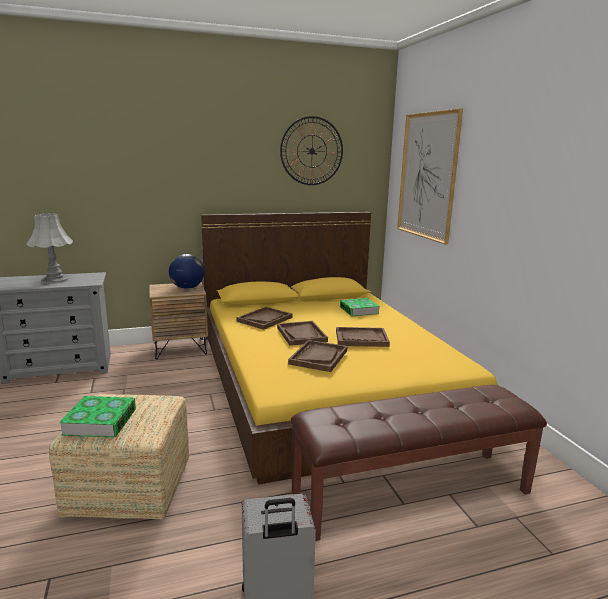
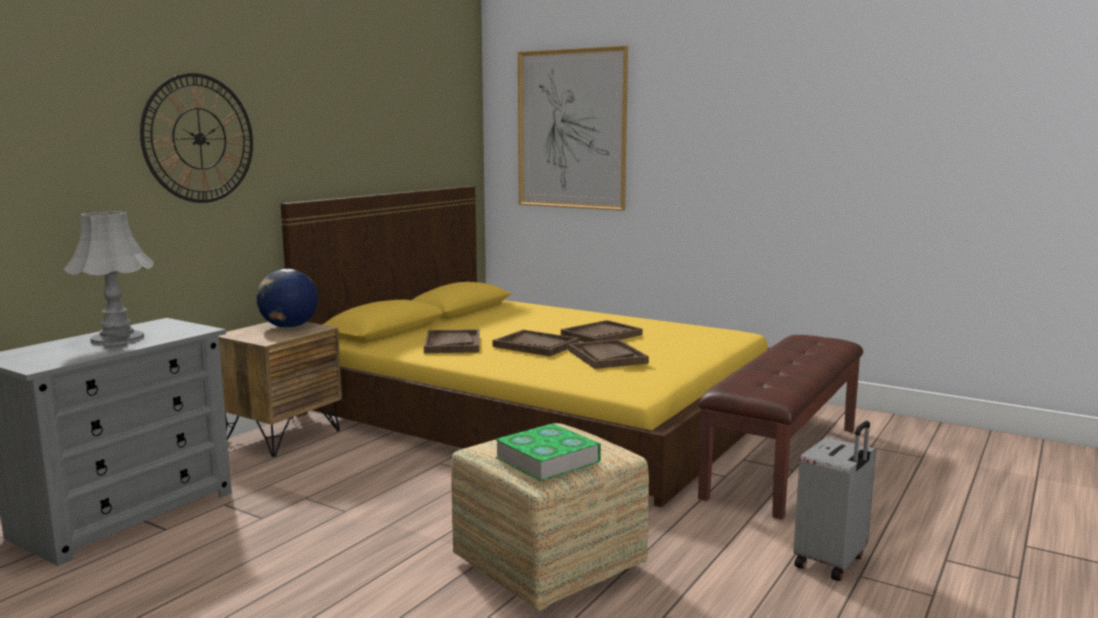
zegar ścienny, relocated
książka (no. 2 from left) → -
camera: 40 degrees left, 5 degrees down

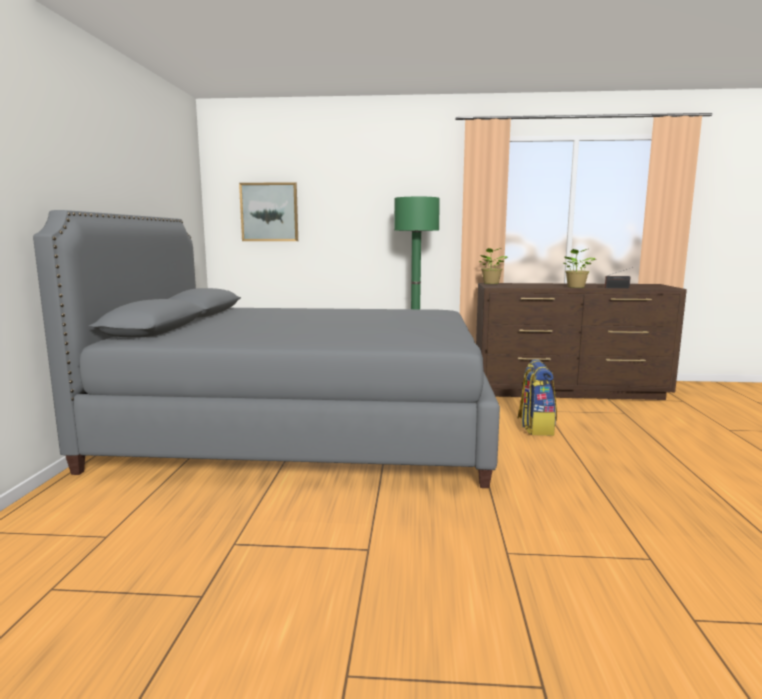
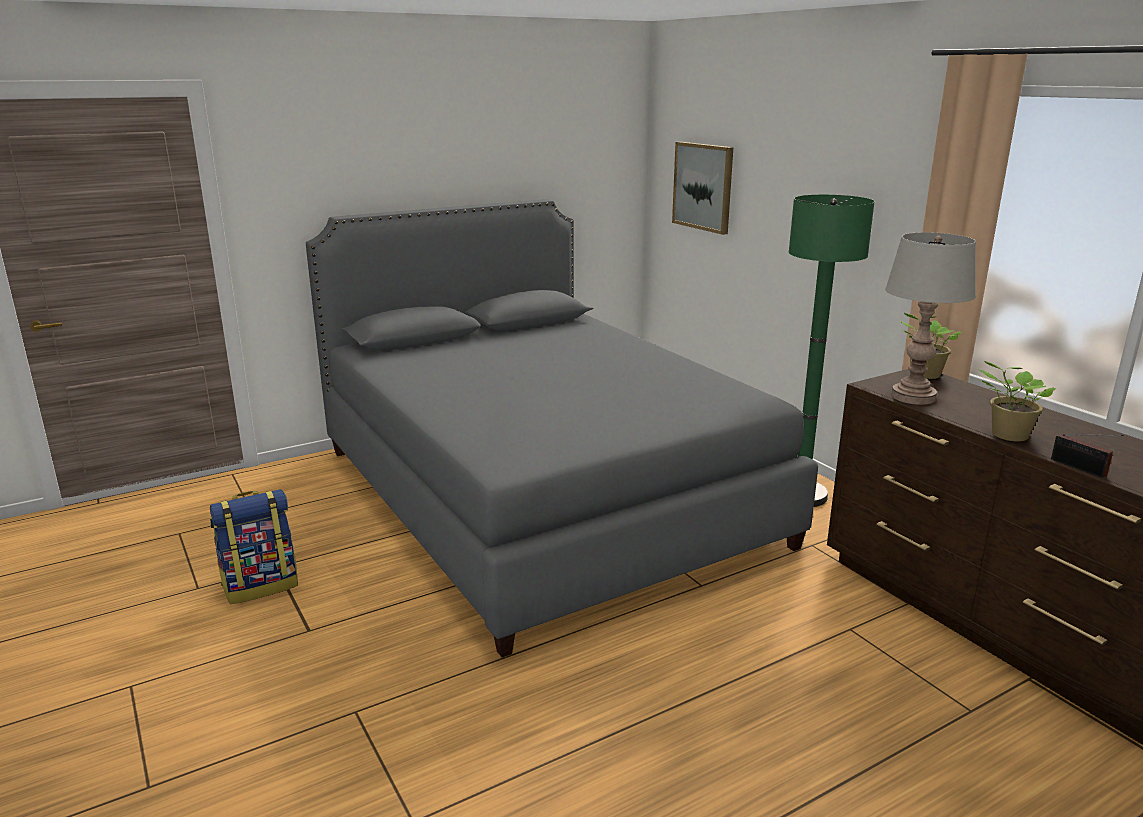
plecak, relocated
- → lampa stołowa (szary)
camera: 55 degrees right, 10 degrees up

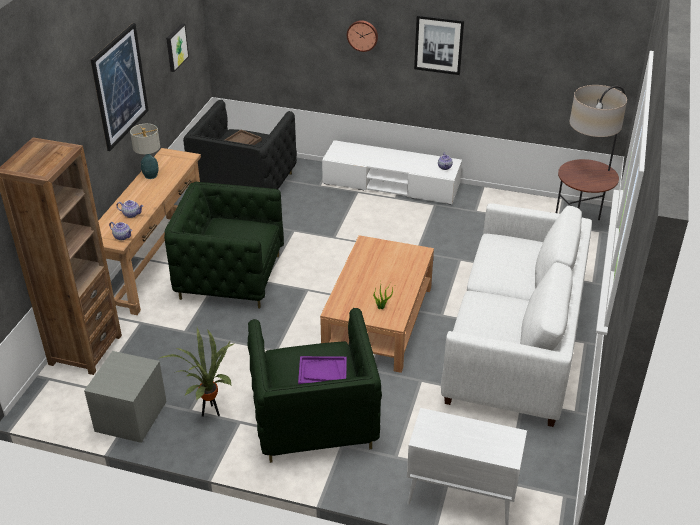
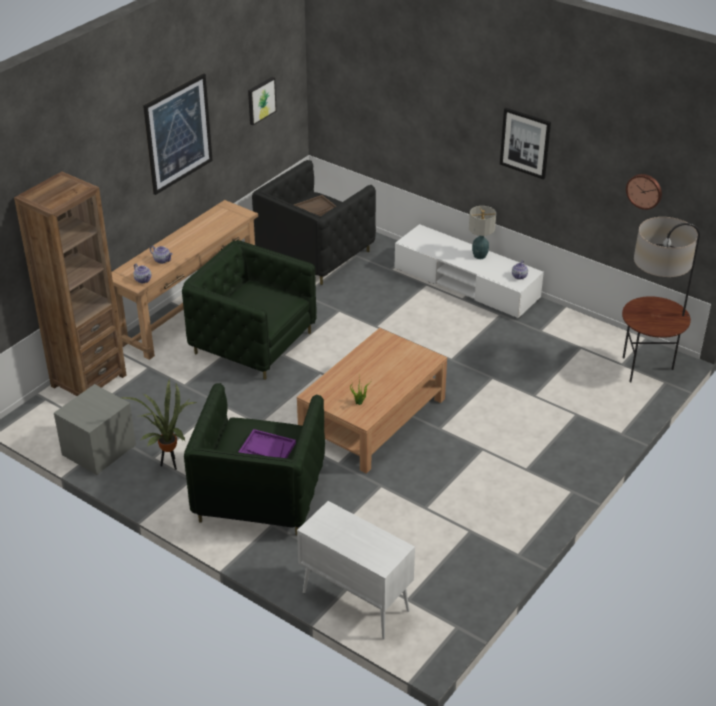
lampa stołowa, relocated
zegar ścienny, relocated
kanapa (biały) → -
camera: 20 degrees right, 0 degrees up

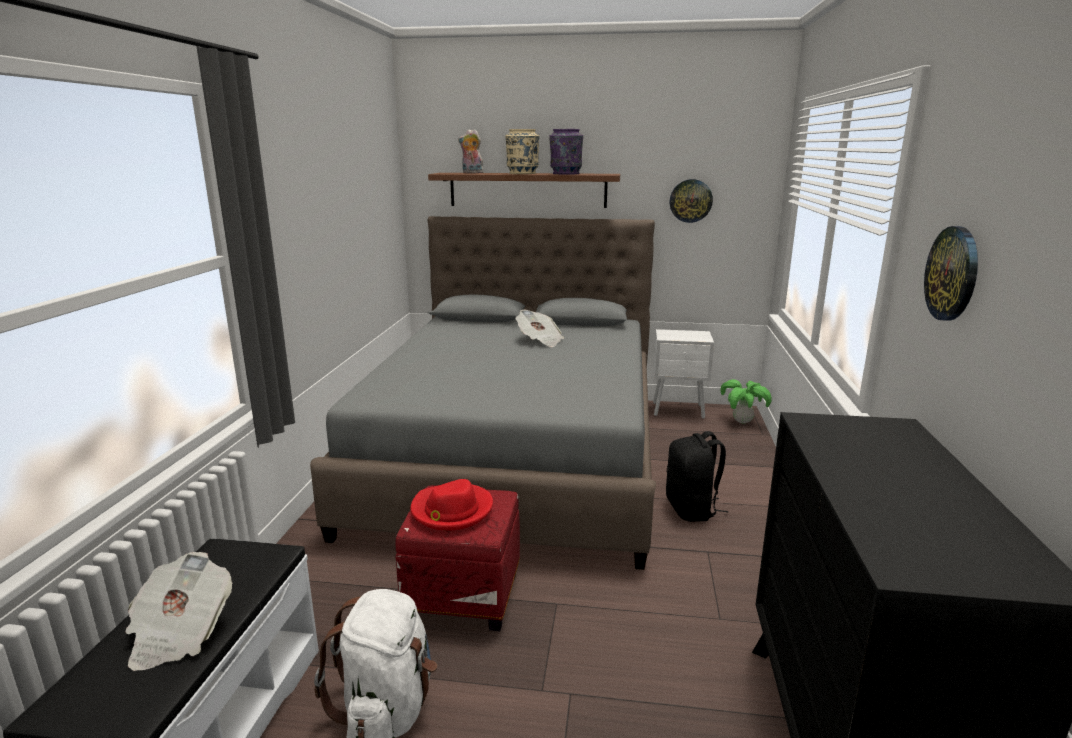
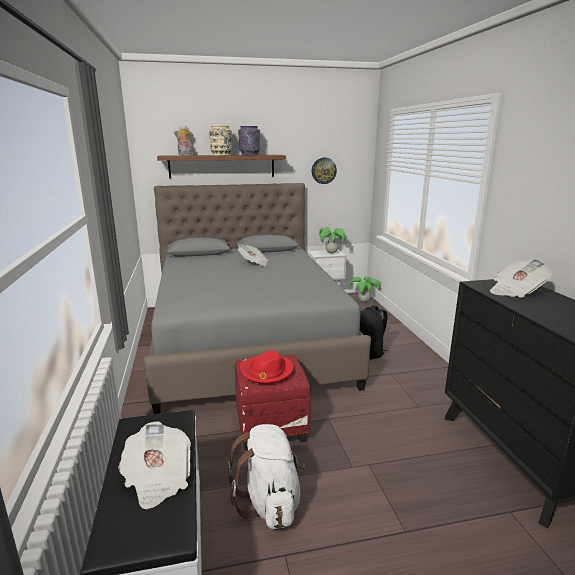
zegar ścienny (no. 2 from left) → -
- → roślina doniczkowa (no. 1 from left)
- → gazeta (no. 3 from left)
camera: 20 degrees left, 0 degrees up

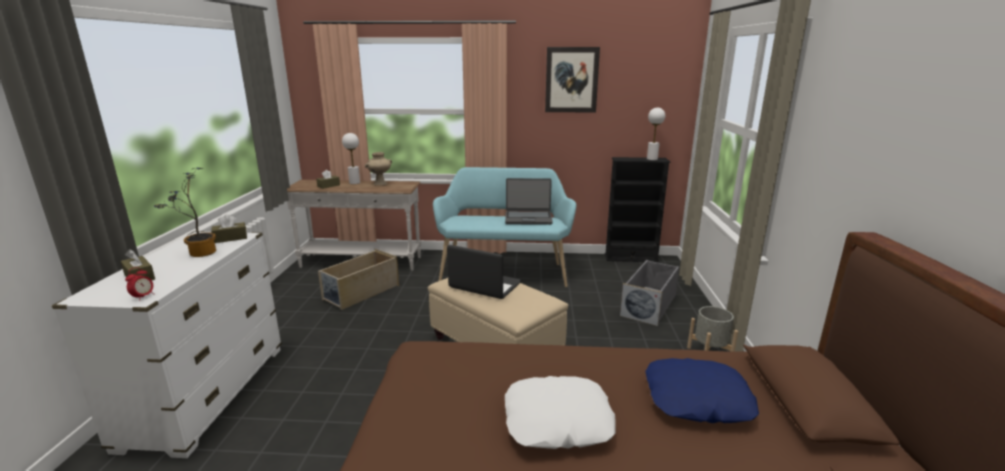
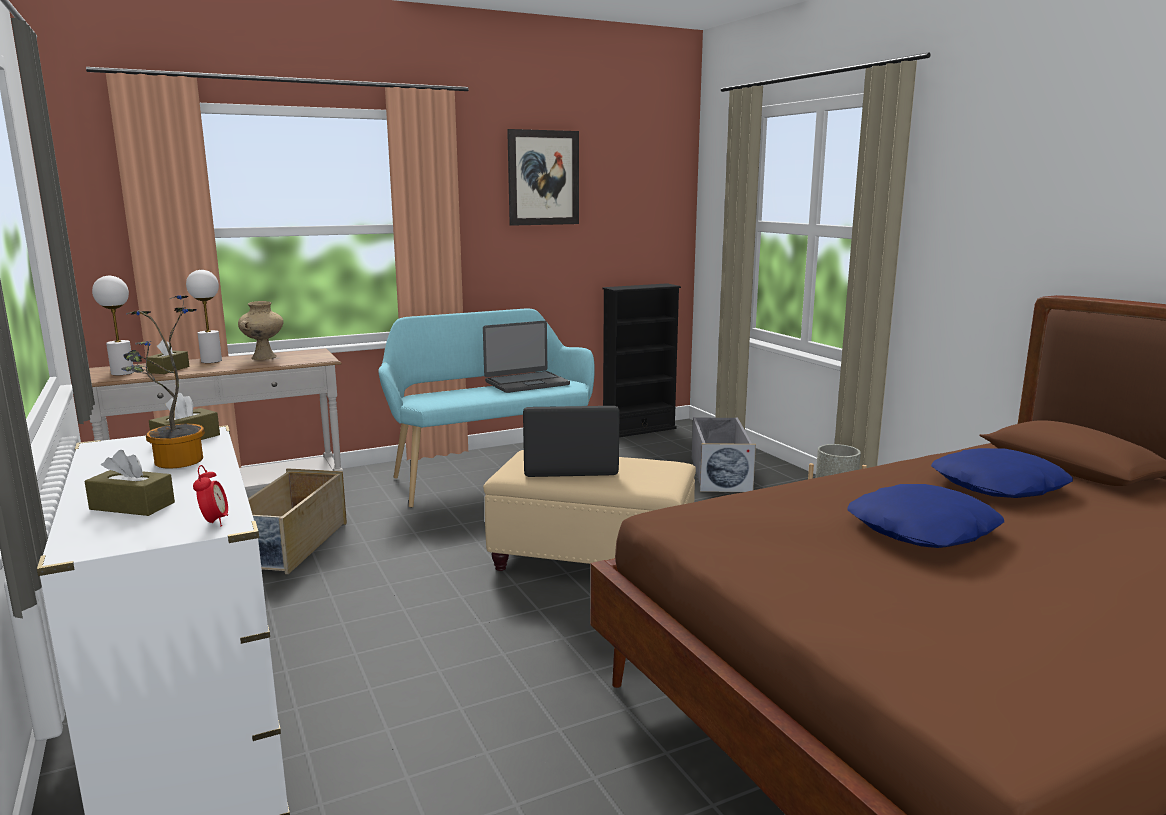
poduszka (biały) → poduszka (niebieski) (no. 1 from left)
lampa stołowa (biały) (no. 2 from left in the first image) → lampa stołowa (biały) (no. 1 from left), relocated
camera: 30 degrees left, 5 degrees down

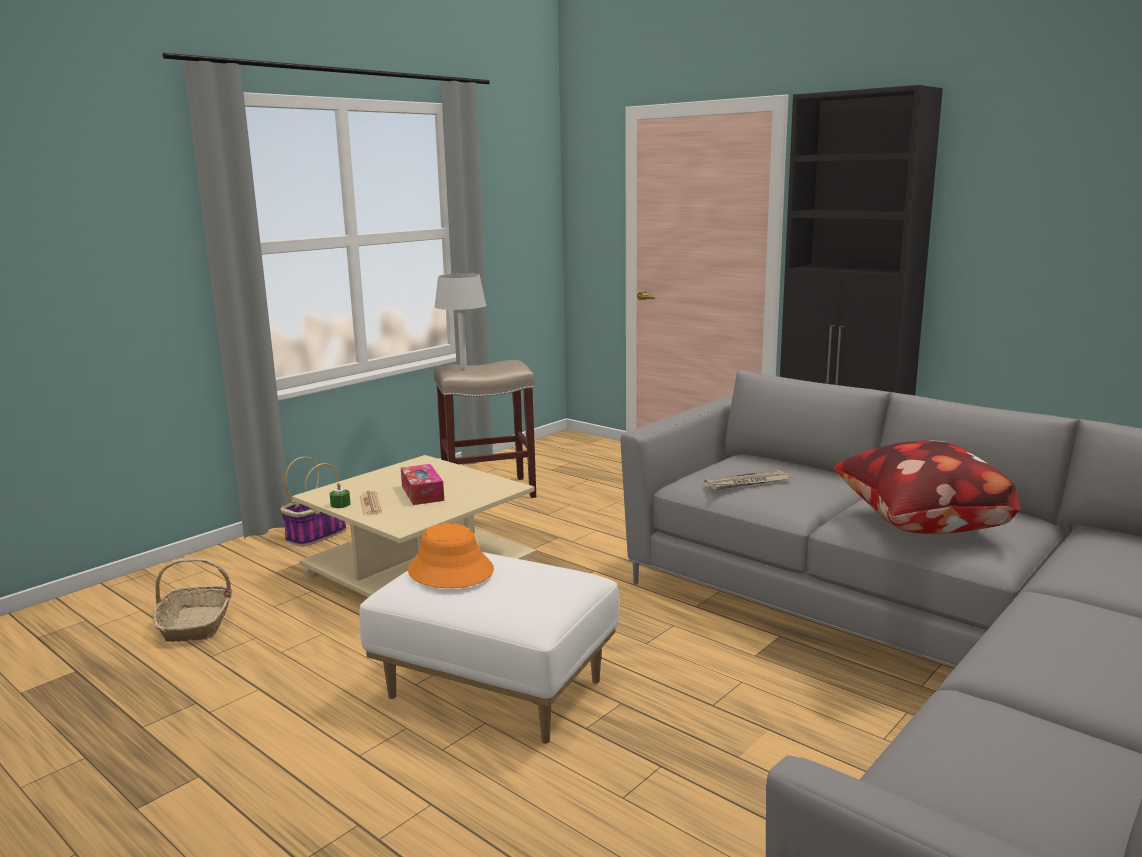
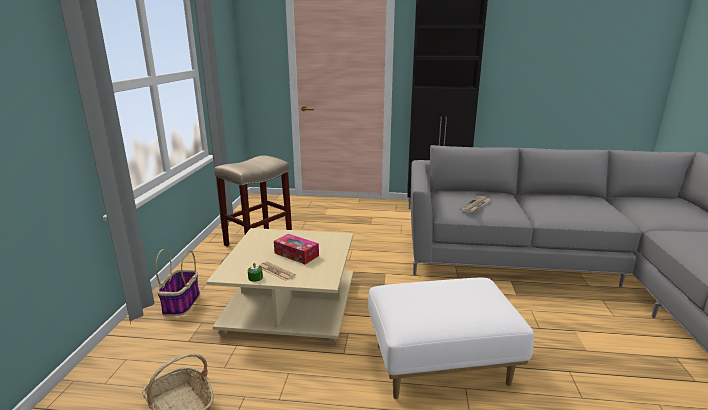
kapelusz (pomarańczowy) → -
lampa stołowa (szary) → -
poduszka → -
camera: 35 degrees left, 5 degrees up

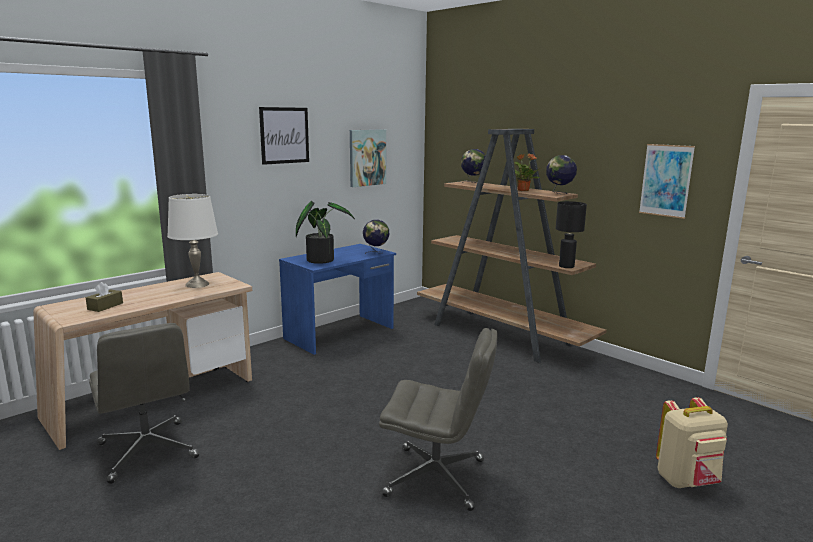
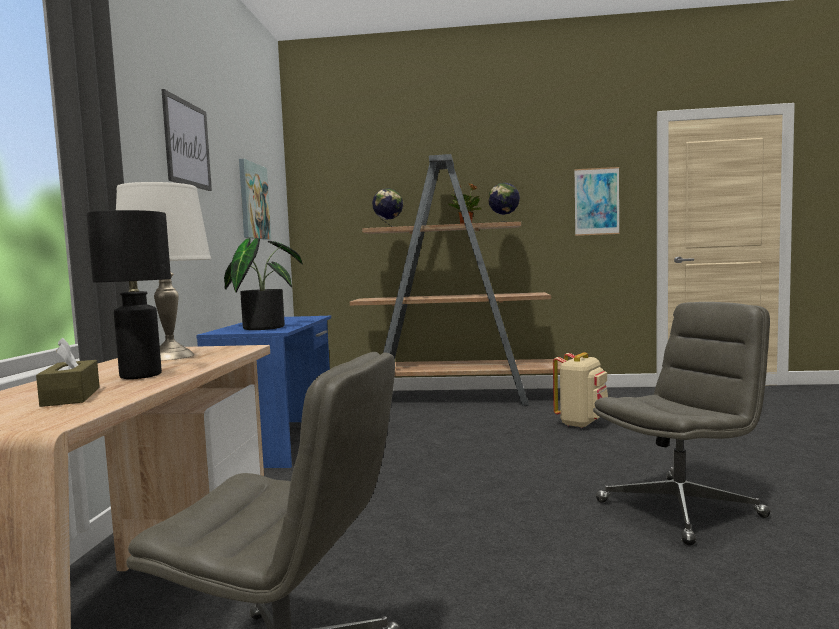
globus (no. 1 from left) → -
lampa stołowa (czarny), relocated
plecak (beżowy), relocated
camera: 40 degrees left, 10 degrees down

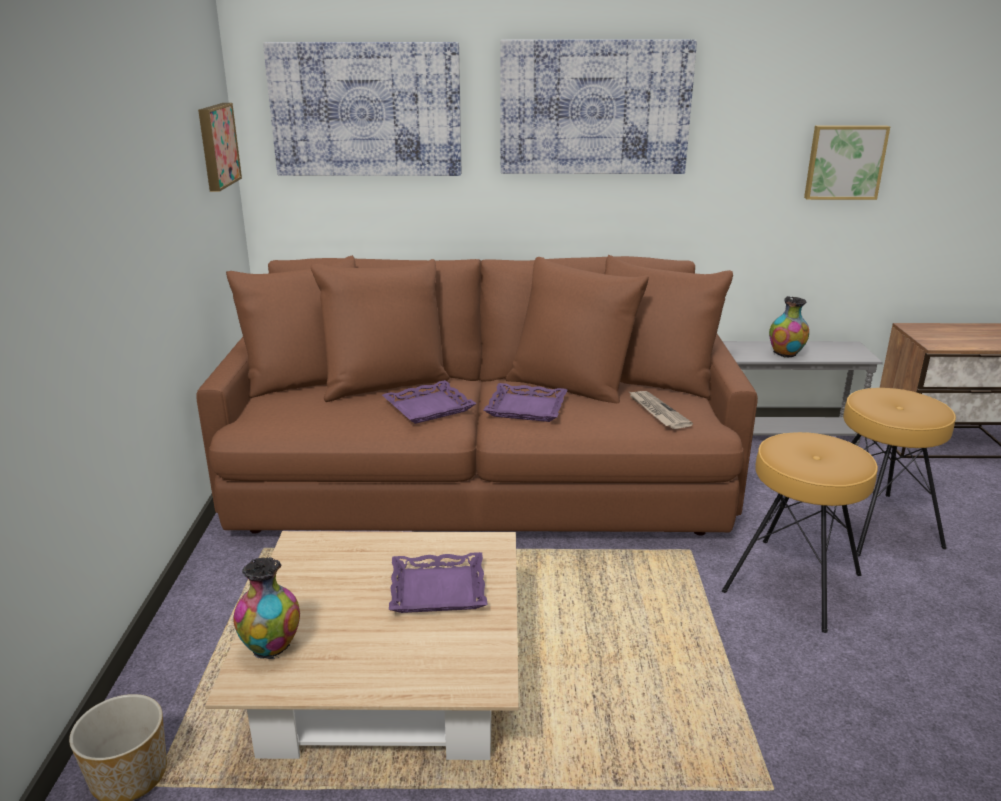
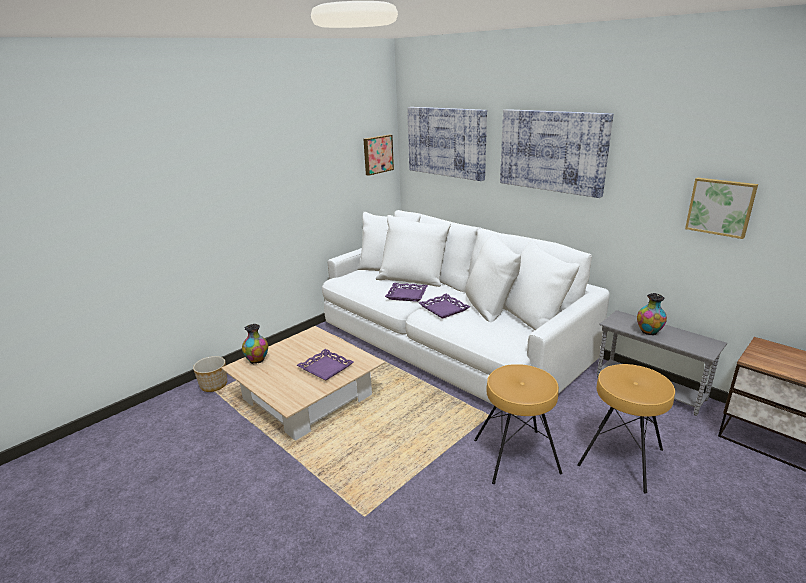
kanapa (brązowy) → kanapa (biały)
gazeta → -
camera: 45 degrees right, 0 degrees up

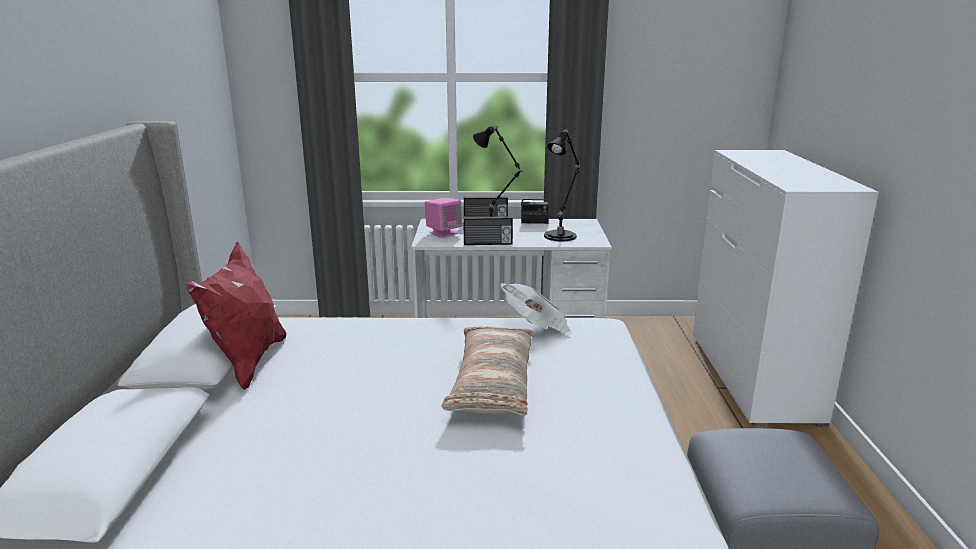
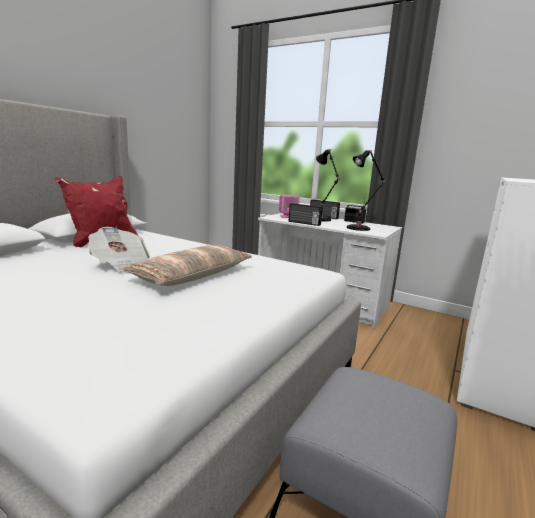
gazeta, relocated
camera: 30 degrees right, 5 degrees down

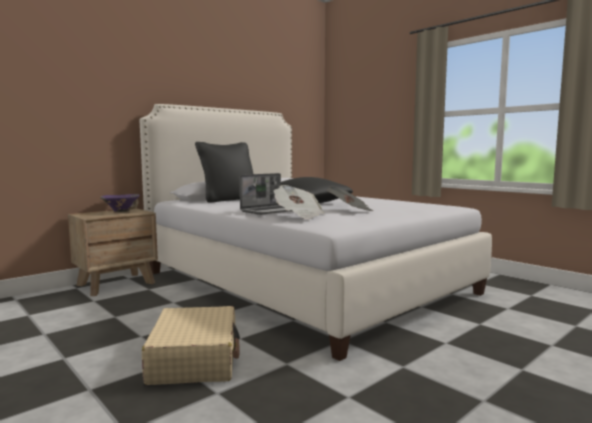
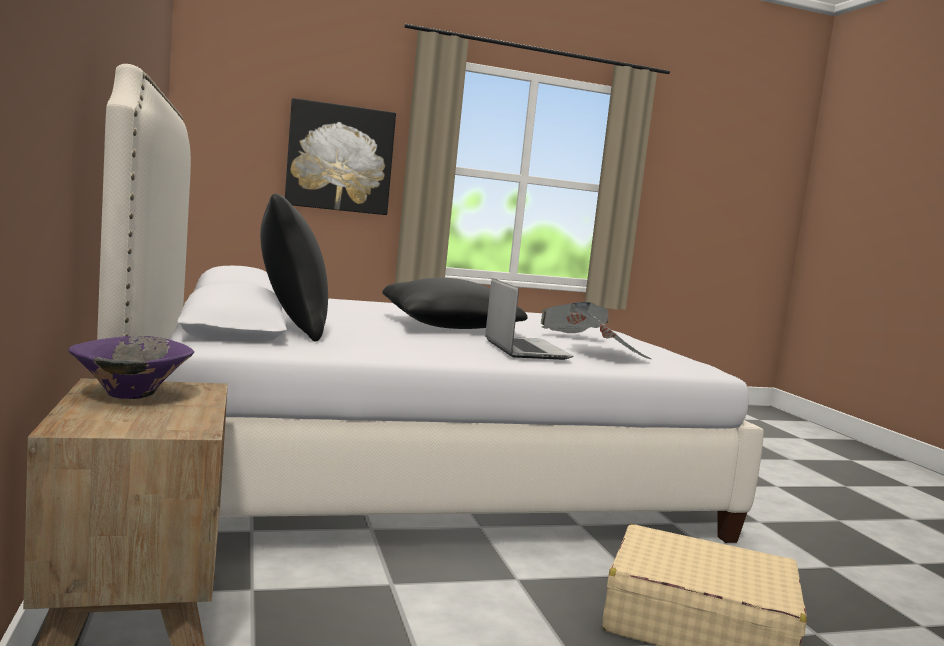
- → obraz
camera: 65 degrees left, 0 degrees up

